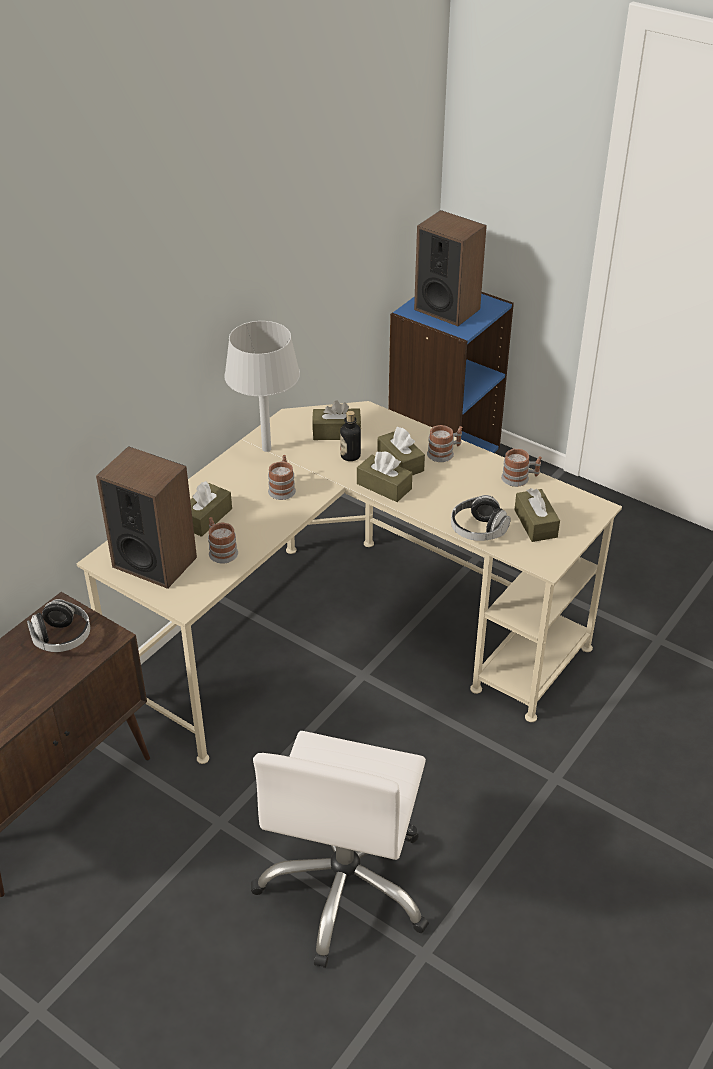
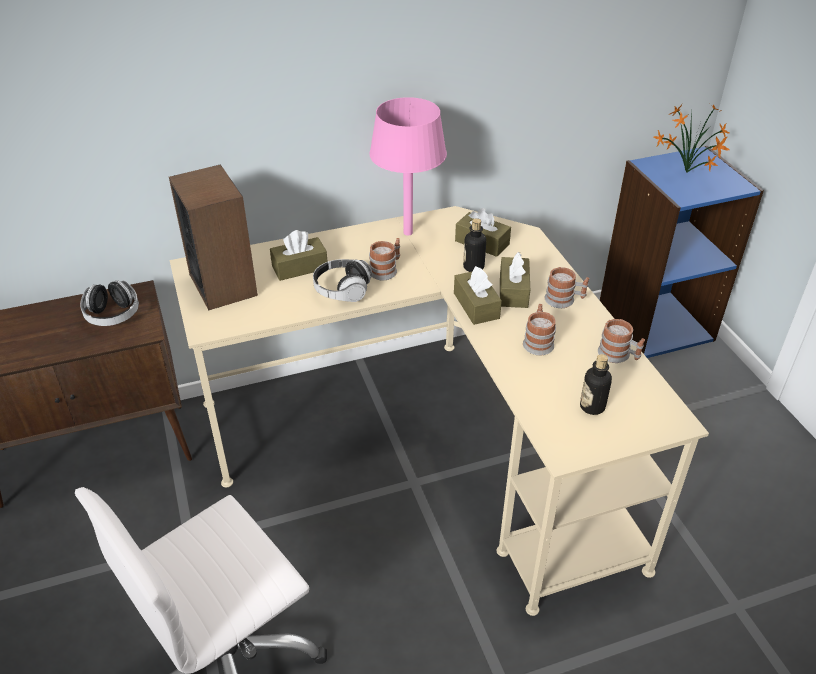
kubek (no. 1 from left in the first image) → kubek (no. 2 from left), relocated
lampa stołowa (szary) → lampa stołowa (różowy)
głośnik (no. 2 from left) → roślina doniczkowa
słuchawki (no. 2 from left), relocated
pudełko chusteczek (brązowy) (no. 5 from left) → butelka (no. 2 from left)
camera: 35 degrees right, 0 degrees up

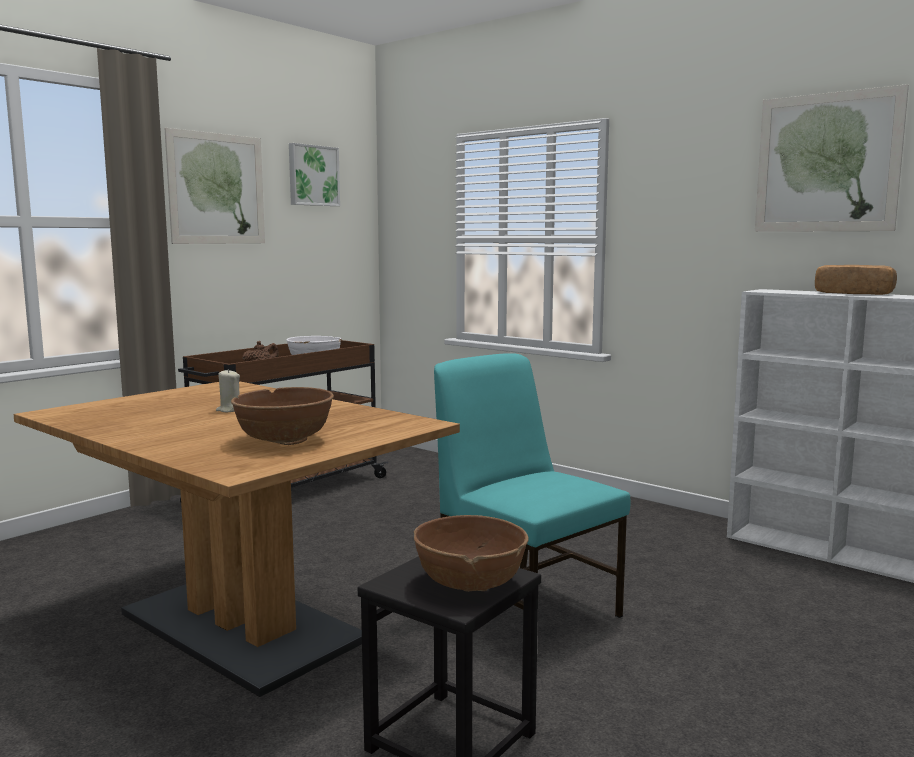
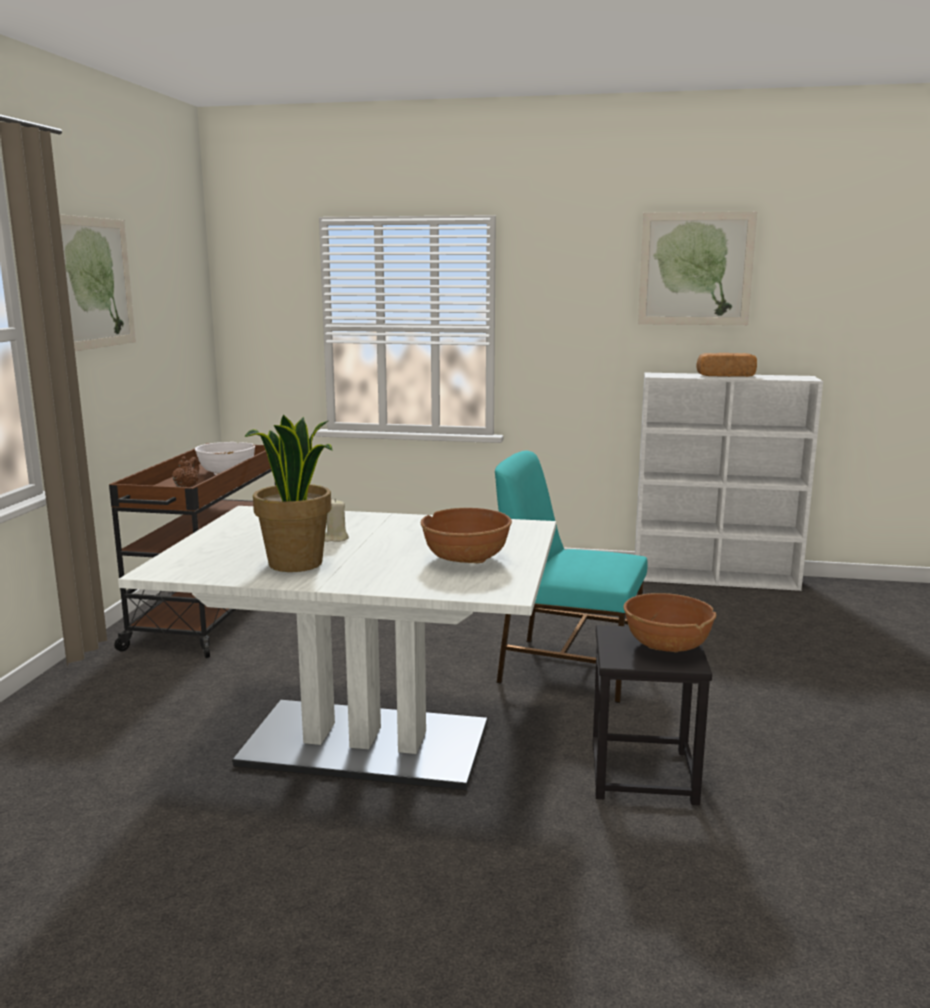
stół jadalny (brązowy) → stół jadalny (biały)
obraz (no. 2 from left) → -
- → roślina doniczkowa
camera: 30 degrees left, 5 degrees up

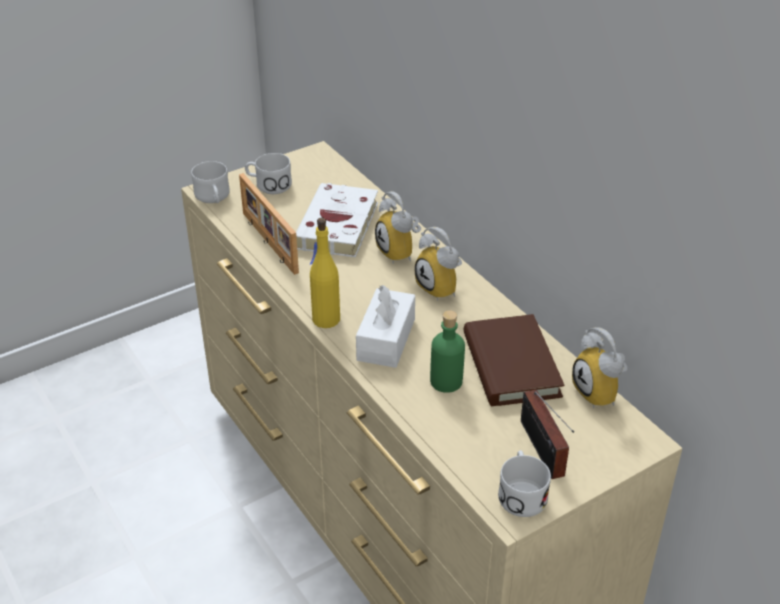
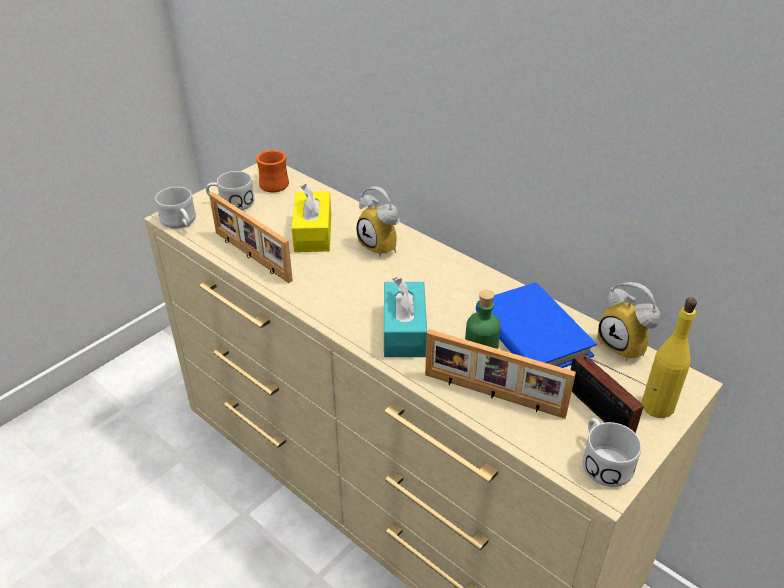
książka (biały) → pudełko chusteczek (żółty)
butelka (żółty), relocated
pudełko chusteczek (biały) → pudełko chusteczek (turkusowy)
budzik (no. 2 from left) → -
książka (brązowy) → książka (niebieski)
- → kubek (pomarańczowy)
- → ramka na zdjęcie (no. 2 from left)
camera: 15 degrees left, 0 degrees up

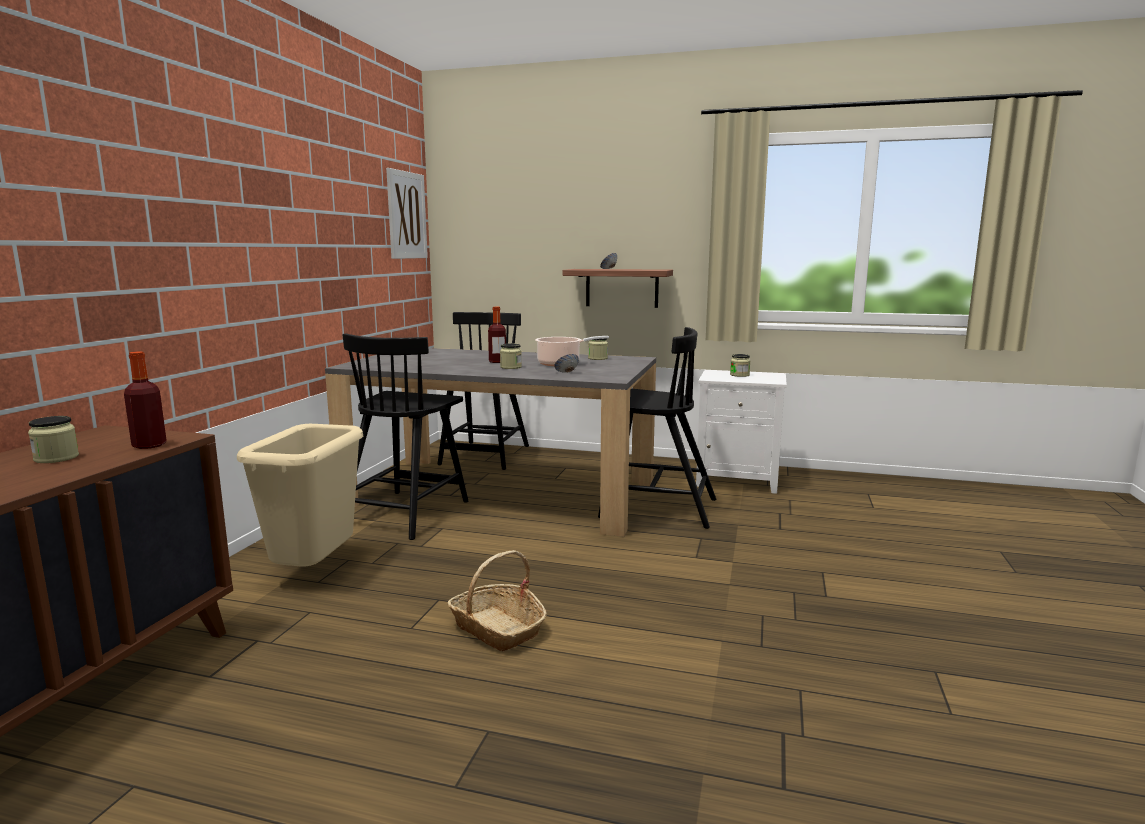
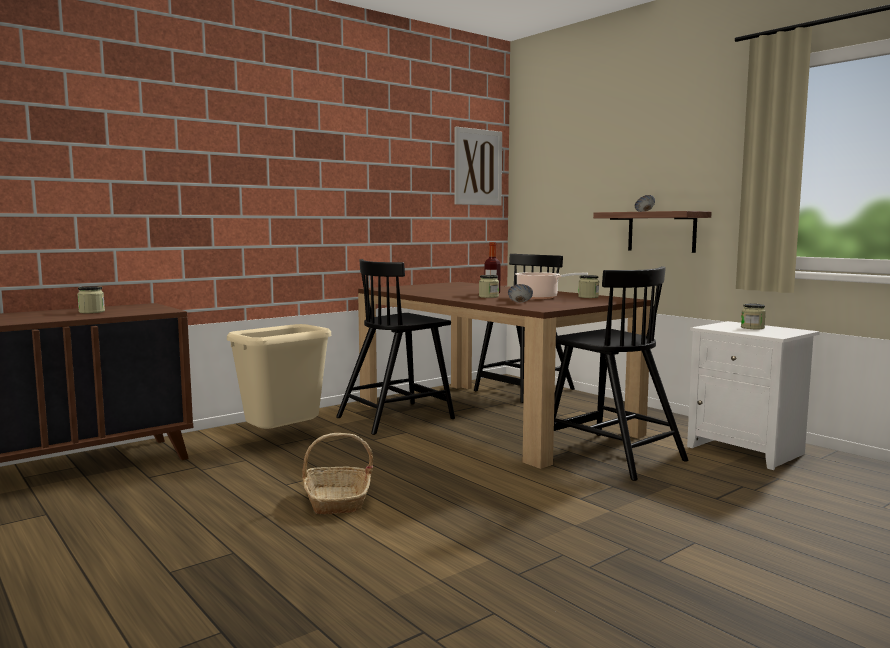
butelka (no. 1 from left) → -
stół jadalny (szary) → stół jadalny (brązowy)
camera: 35 degrees right, 5 degrees down

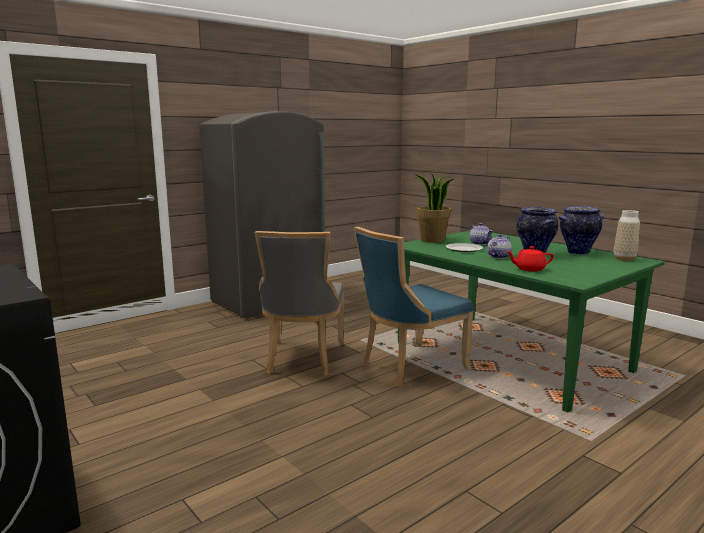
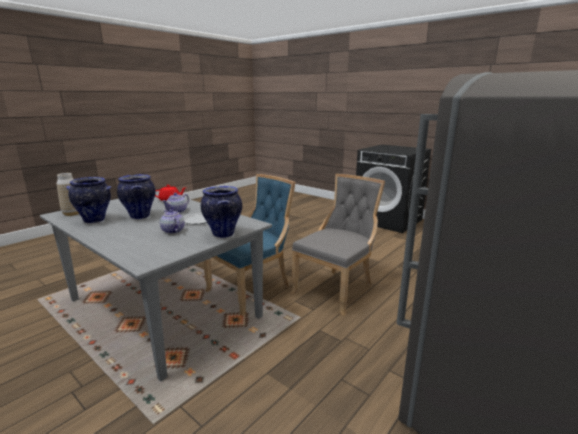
krzesło (szary), 45 degrees clockwise
stół jadalny (zielony) → stół jadalny (szary)
roślina doniczkowa → wazon (no. 4 from left)
camera: 170 degrees right, 5 degrees up

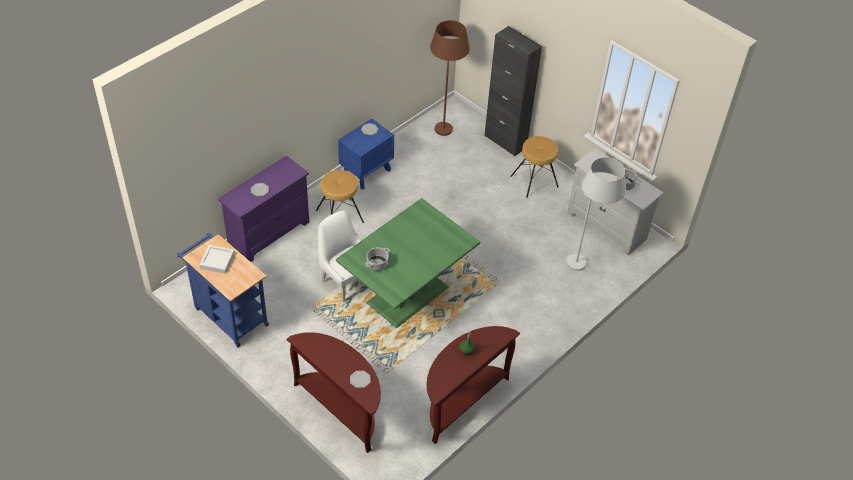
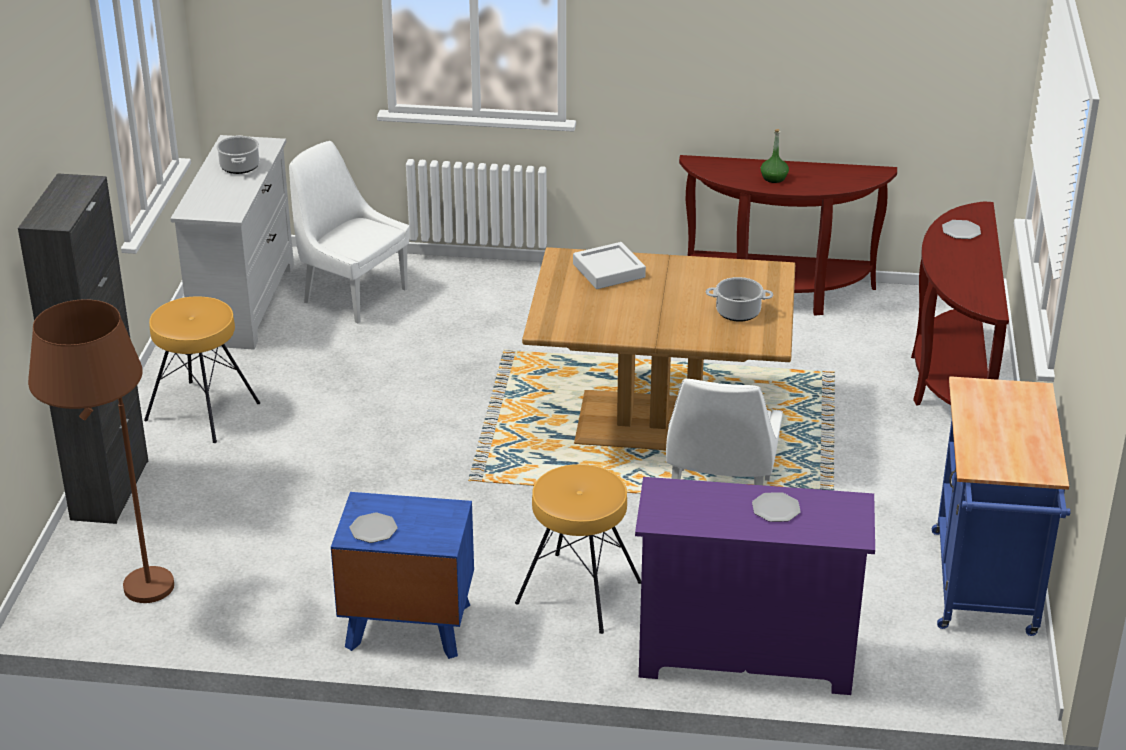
taca (szary), relocated
stół jadalny (zielony) → stół jadalny (brązowy)
lampa stojąca (biały) → krzesło (biały) (no. 1 from left)
camera: 125 degrees left, 15 degrees down

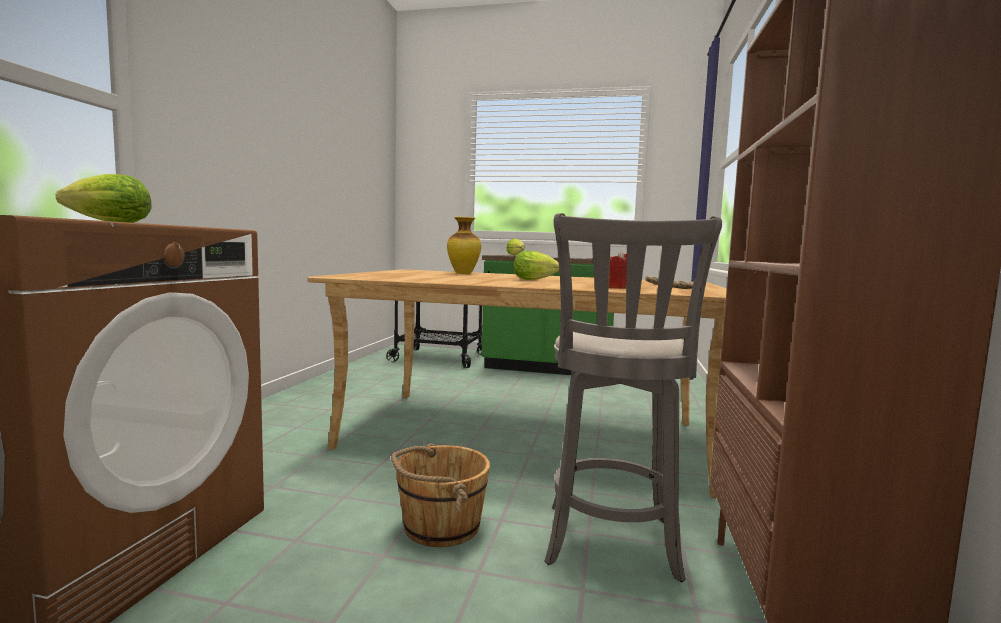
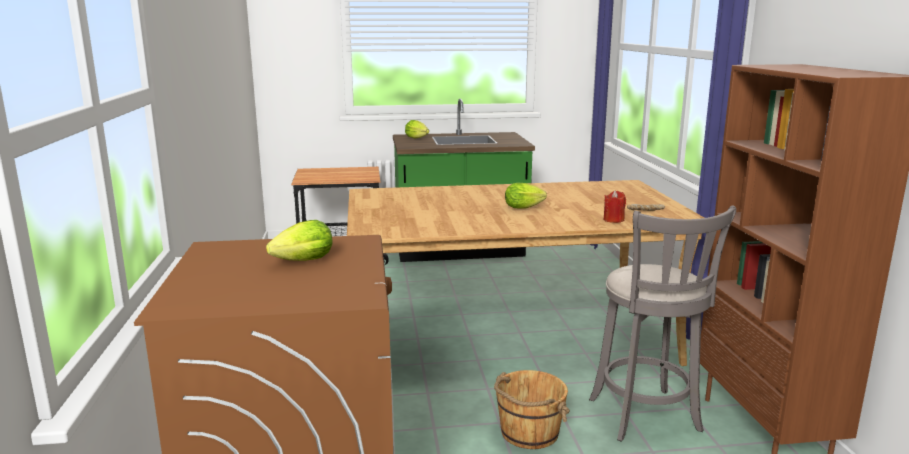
wazon → -
camera: 20 degrees left, 10 degrees up

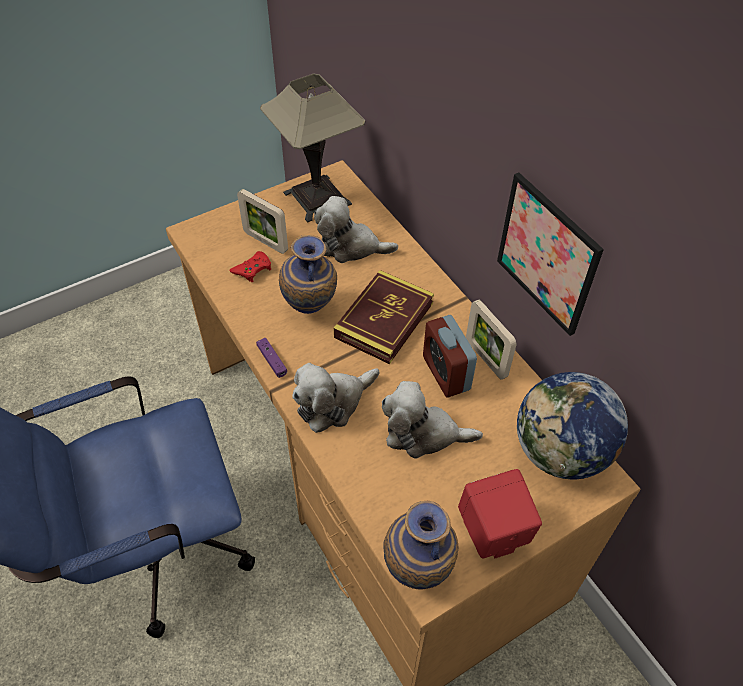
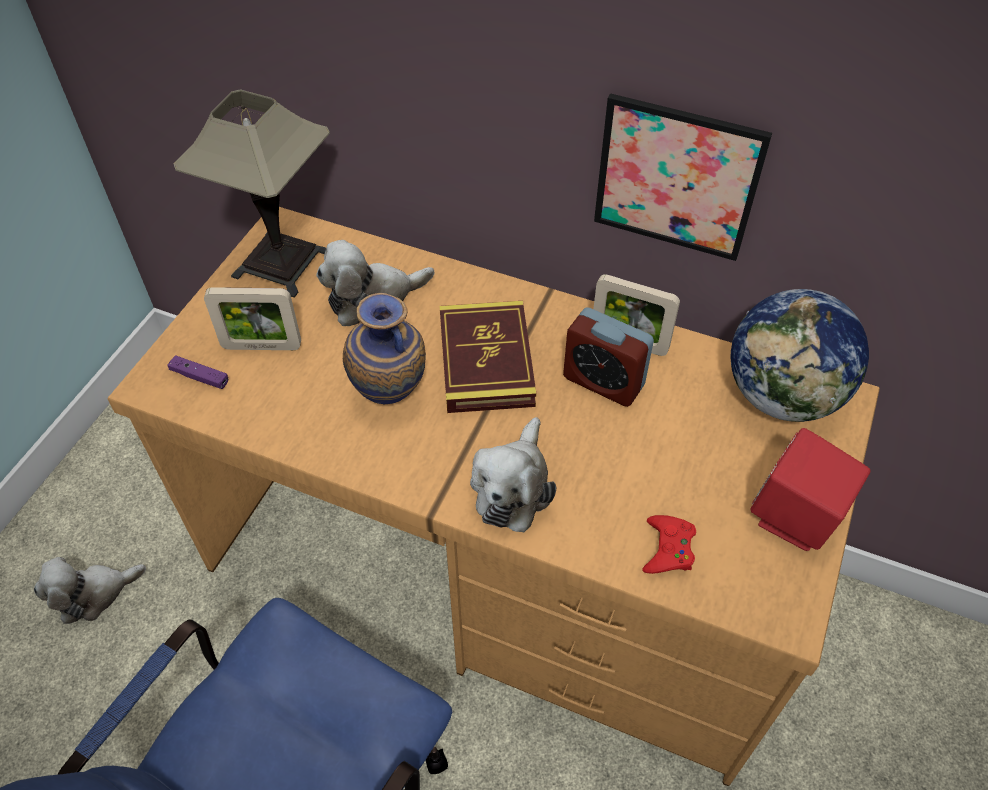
pad do gier (czerwony), relocated
pad do gier (fioletowy), relocated
pluszak (no. 3 from left in the first image) → pluszak (no. 1 from left), relocated
wazon (no. 2 from left) → -
camera: 35 degrees left, 0 degrees up

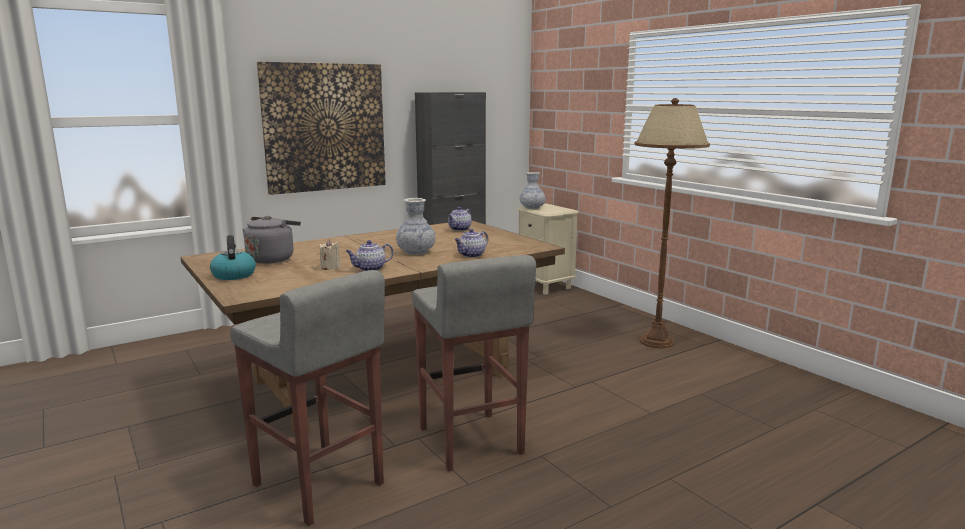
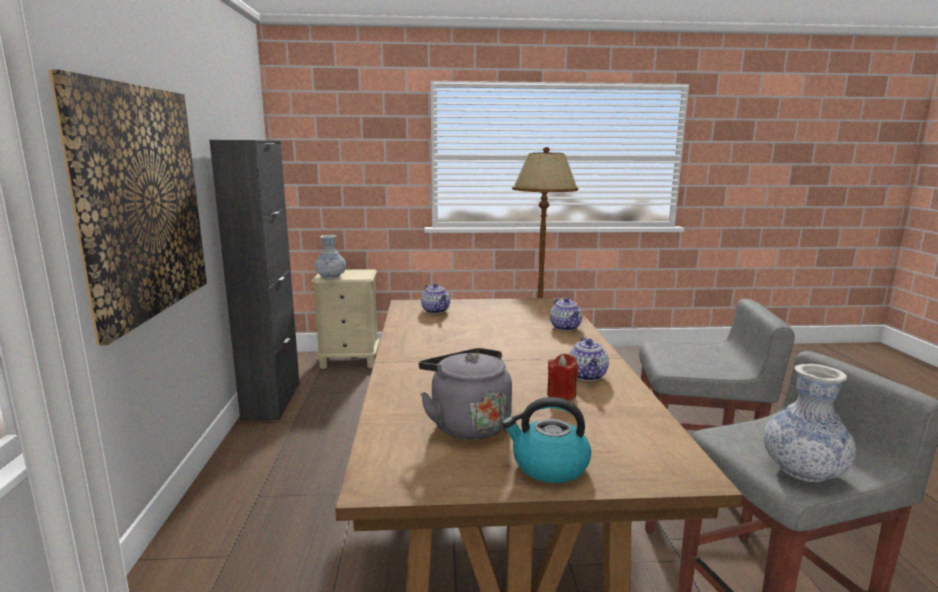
świeca (beżowy) → świeca (czerwony)
wazon (no. 1 from left in the first image) → wazon (no. 2 from left), relocated
camera: 60 degrees left, 0 degrees up

